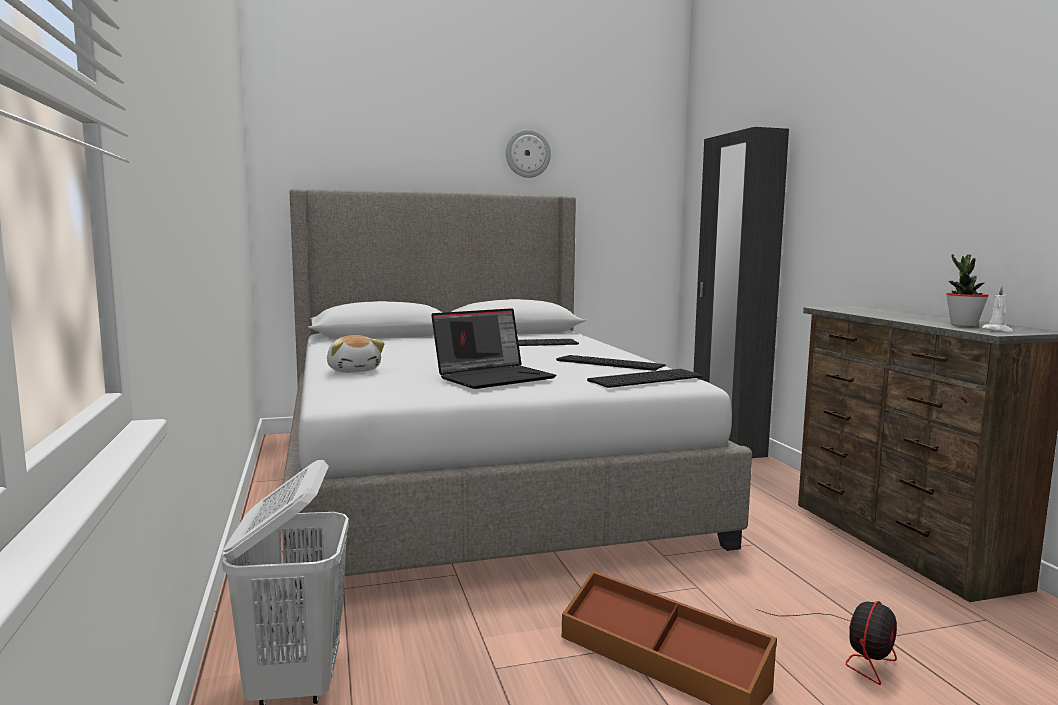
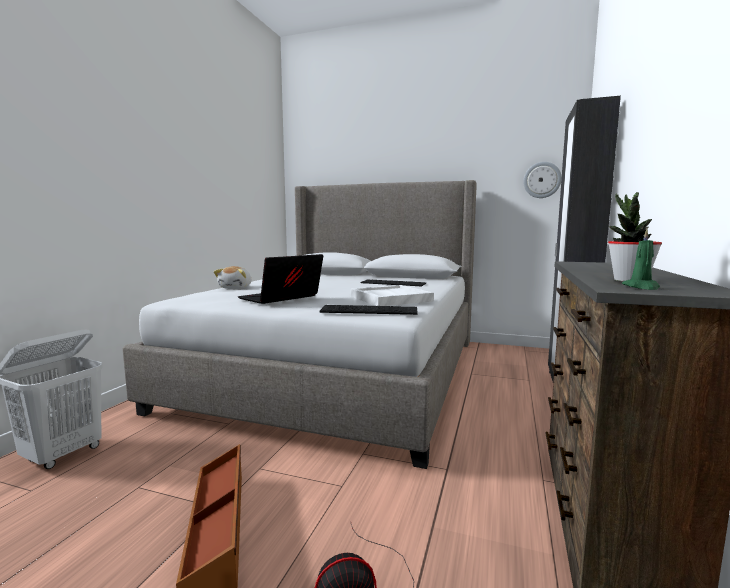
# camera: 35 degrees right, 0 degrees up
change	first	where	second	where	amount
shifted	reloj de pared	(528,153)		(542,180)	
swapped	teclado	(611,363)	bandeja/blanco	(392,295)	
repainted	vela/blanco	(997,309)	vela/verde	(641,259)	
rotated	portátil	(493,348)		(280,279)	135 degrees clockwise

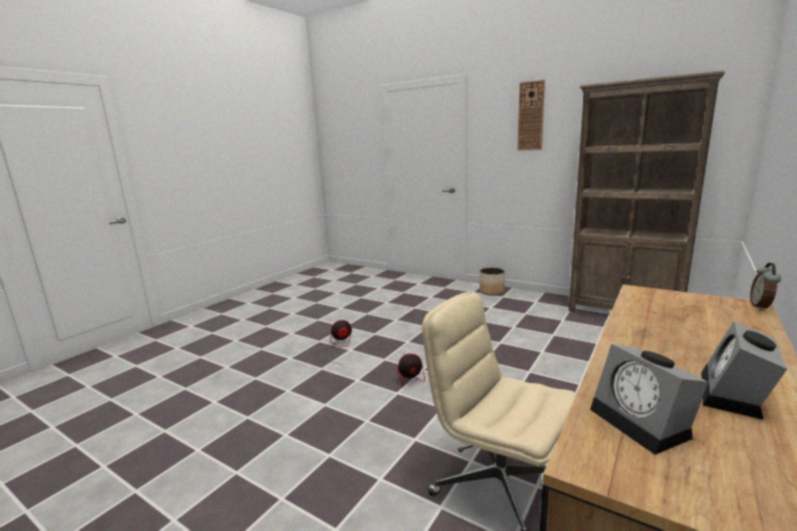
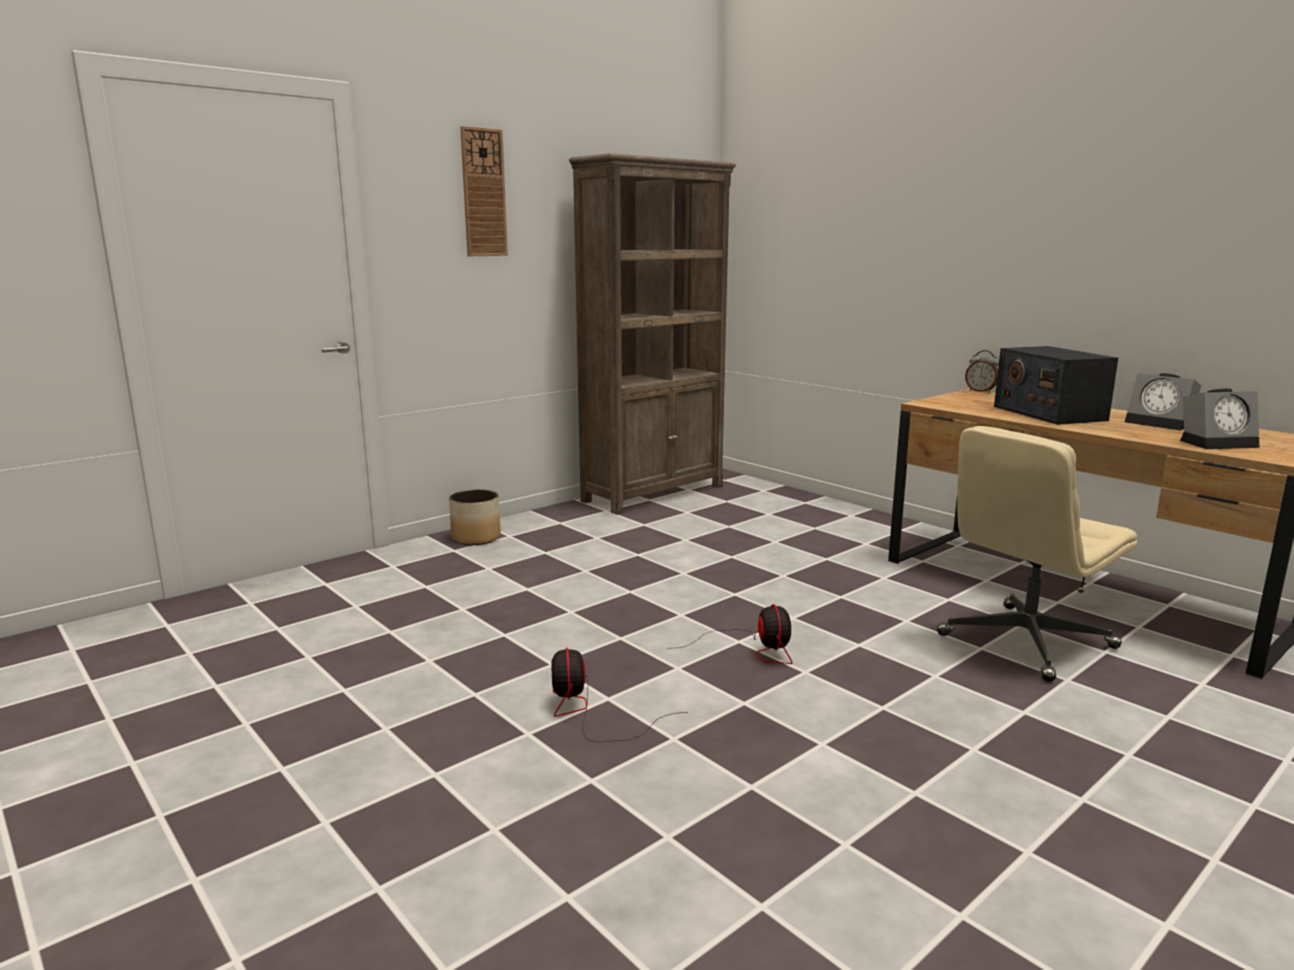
# camera: 75 degrees left, 0 degrees up
change	first	where	second	where	amount
new			radio	(1056,385)	

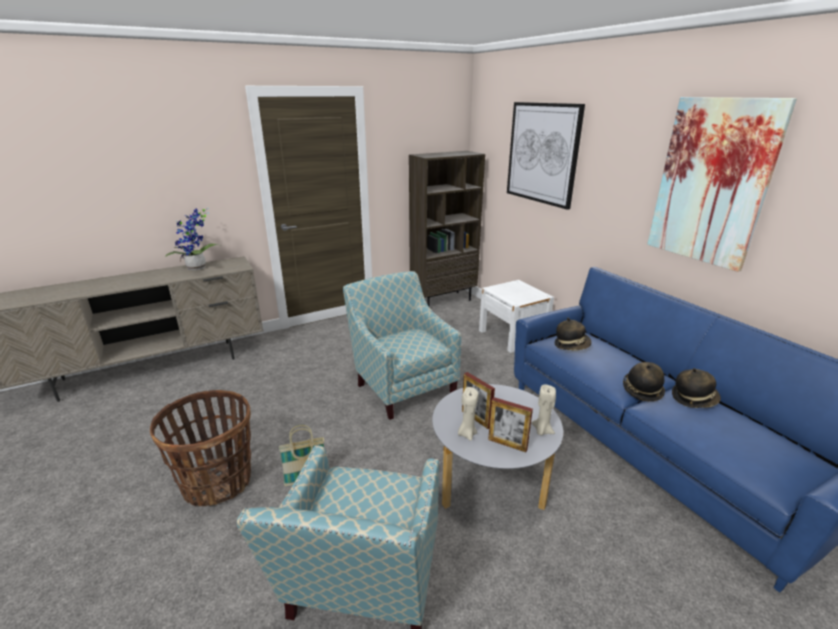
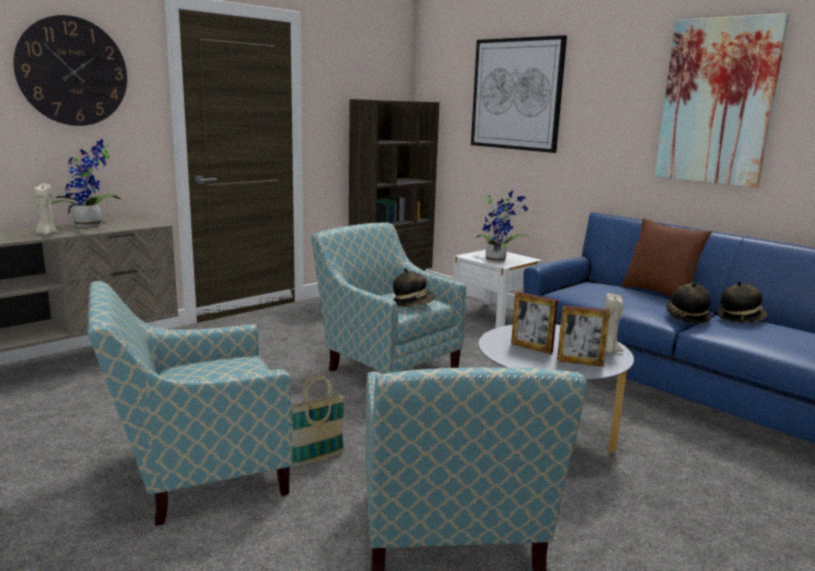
# camera: 15 degrees left, 10 degrees down
change	first	where	second	where	amount
new			reloj de pared	(70,70)	
new			planta en maceta	(502,226)	
new			cojín/marrón	(667,257)	
shifted	vela/beis	(468,414)		(46,209)	
shifted	sombrero	(573,334)		(414,287)	
swapped	cesta	(200,448)	sillón	(190,403)	

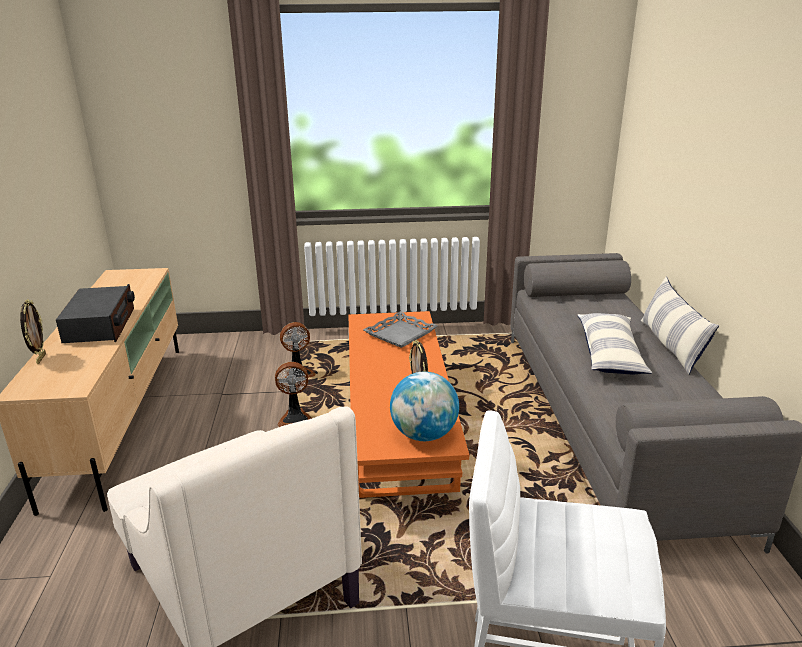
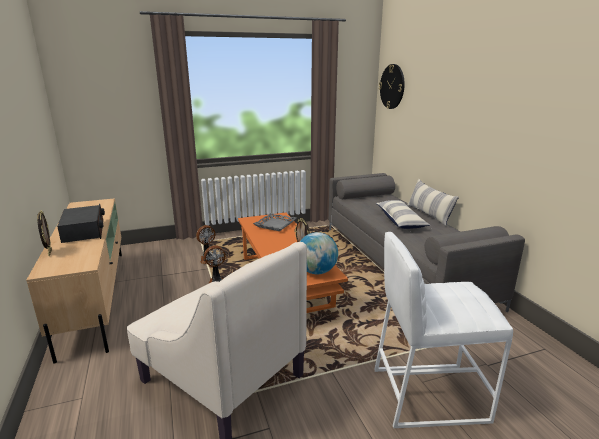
# camera: 15 degrees left, 5 degrees down
change	first	where	second	where	amount
new			reloj de pared	(391,86)	

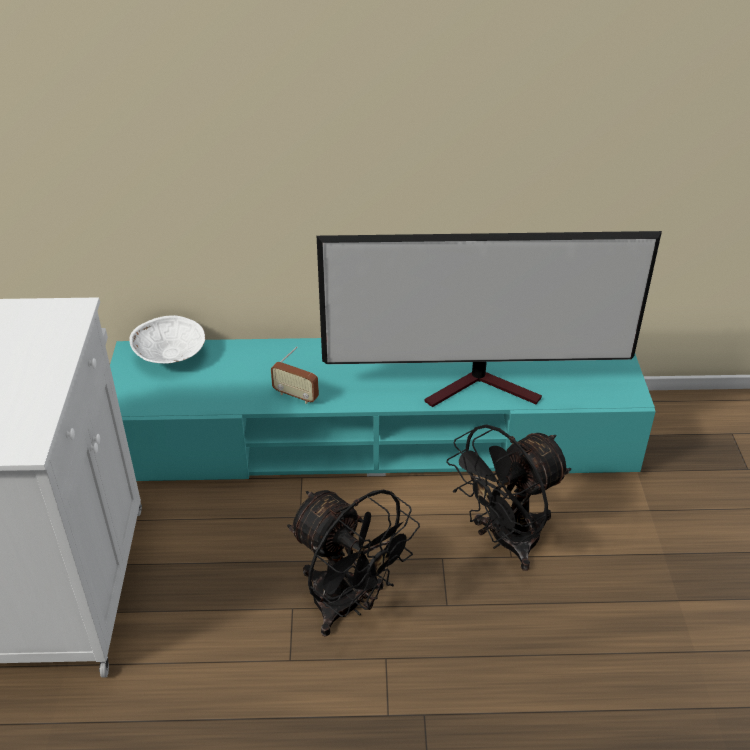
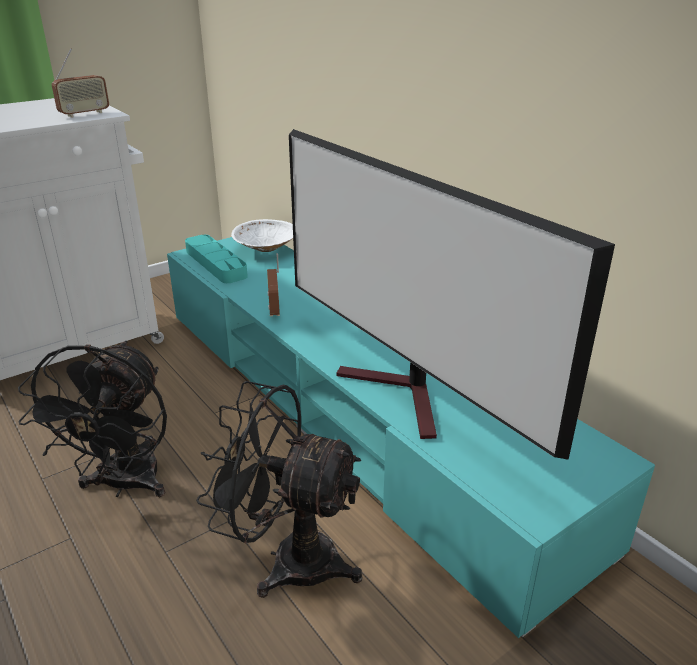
# camera: 55 degrees right, 10 degrees down
change	first	where	second	where	amount
new			radio	(80,83)	
new			bandeja/turquesa	(216,259)	

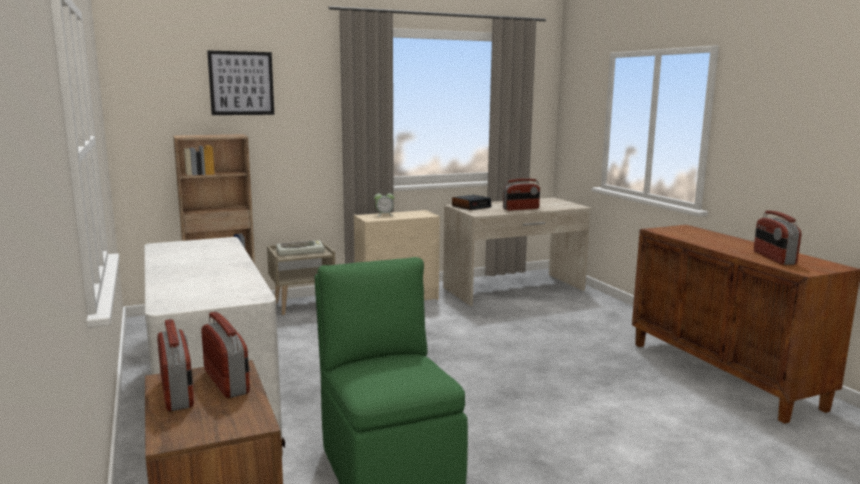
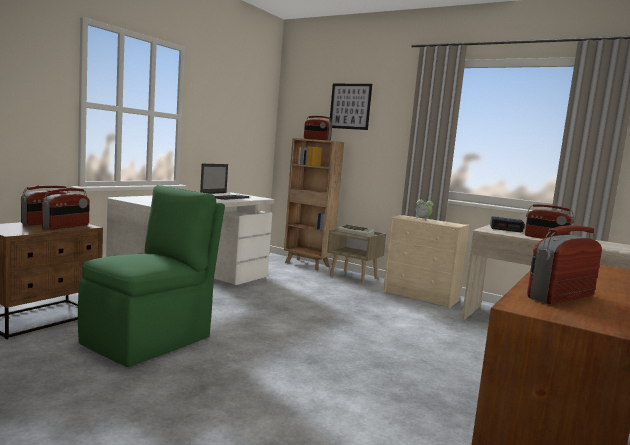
# camera: 55 degrees right, 5 degrees down
change	first	where	second	where	amount
new			portátil	(224,182)	
new			radio	(318,128)	

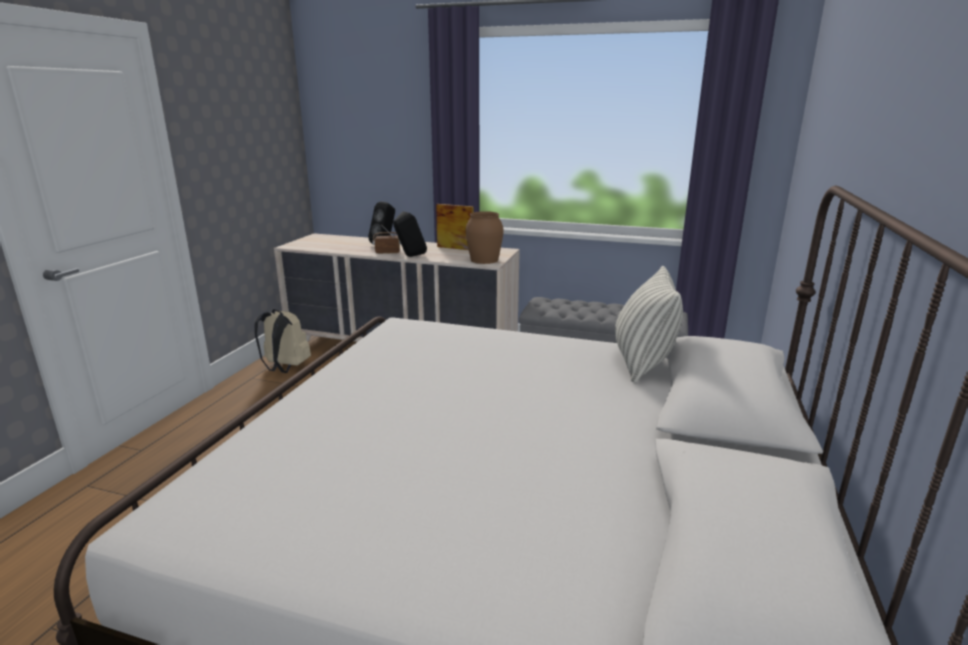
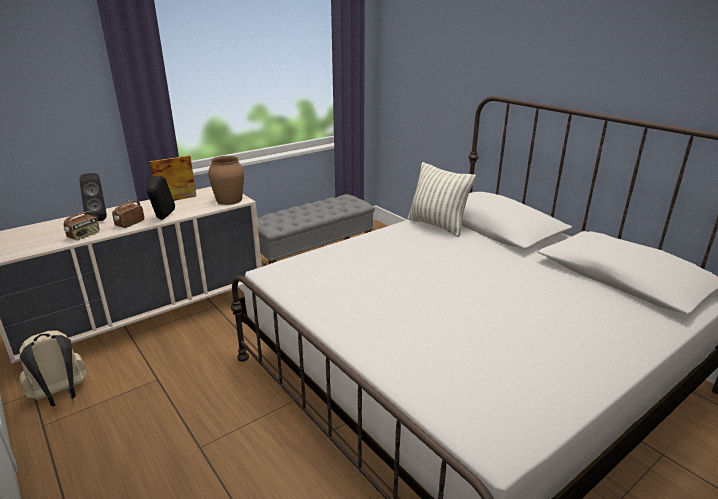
# camera: 55 degrees left, 5 degrees up
change	first	where	second	where	amount
new			radio	(81,221)	

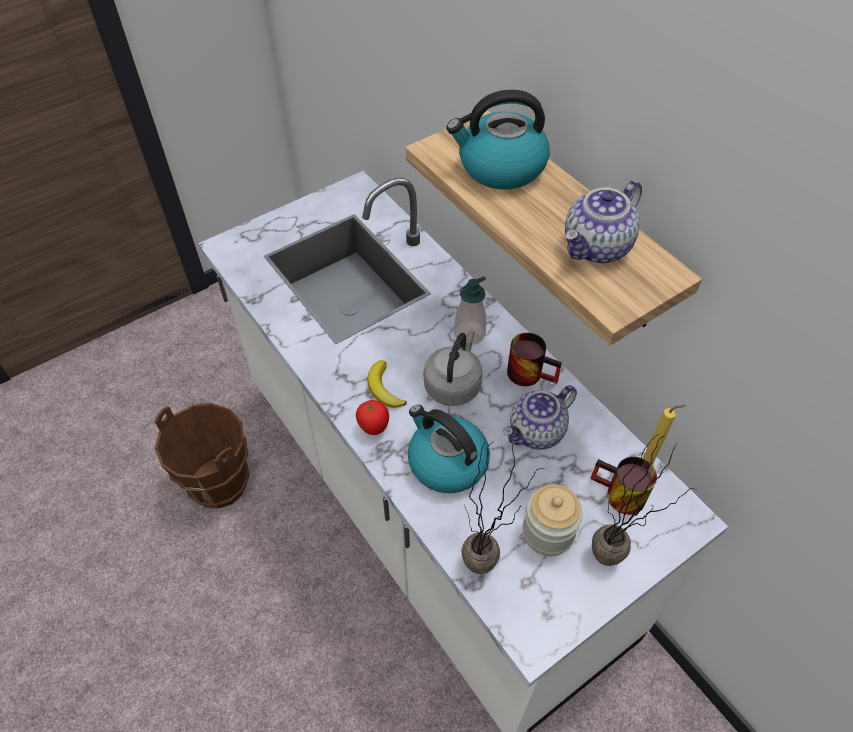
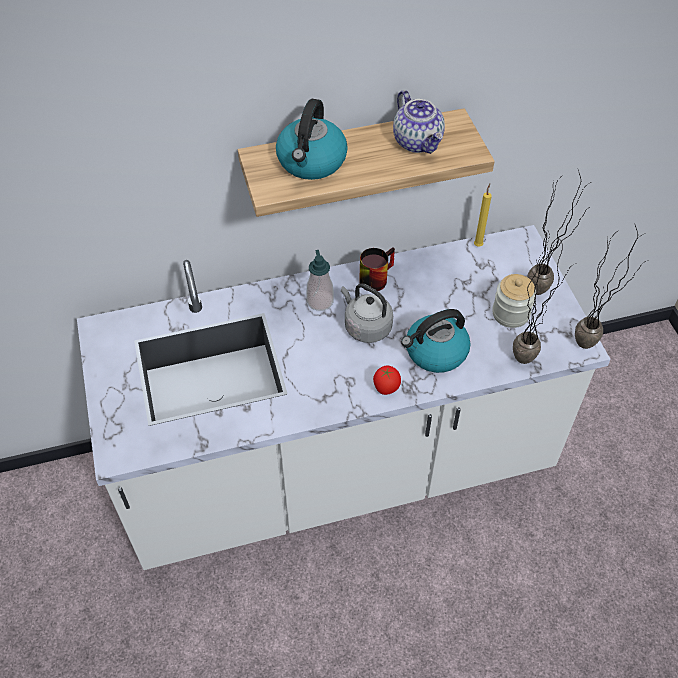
# camera: 70 degrees left, 0 degrees up
change	first	where	second	where	amount
gone	cubo/marrón	(202,456)			
gone	plátano	(387,384)			
gone	tetera	(540,417)			
gone	taza grande	(623,486)			
new			planta en maceta	(610,287)	

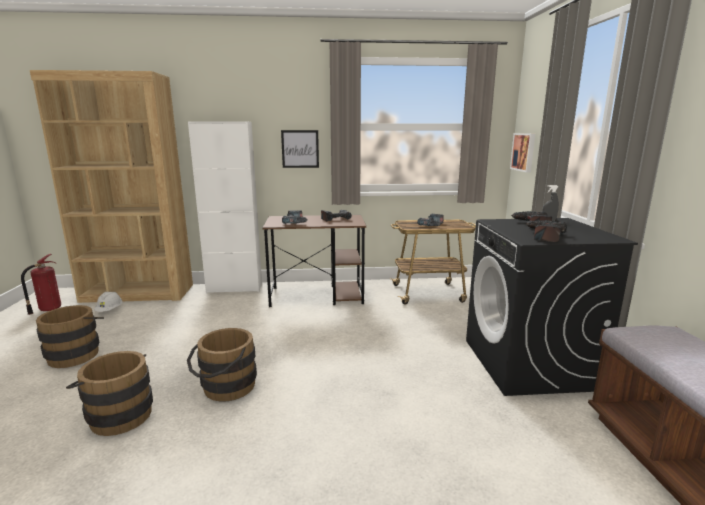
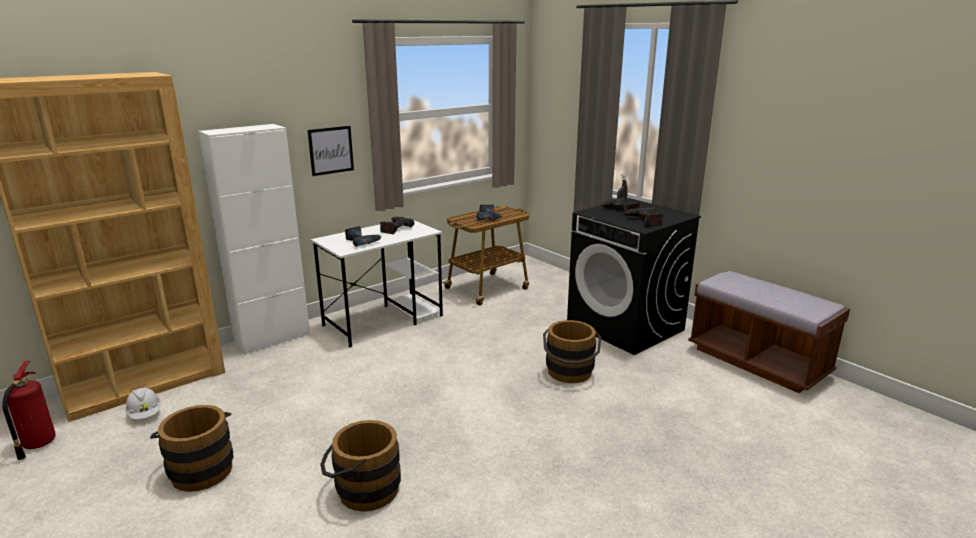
# camera: 35 degrees left, 5 degrees up
change	first	where	second	where	amount
gone	cuadro	(522,152)			
shifted	cubo/marrón	(222,365)		(572,351)	
repainted	escritorio/marrón	(314,261)	escritorio/blanco	(377,282)	

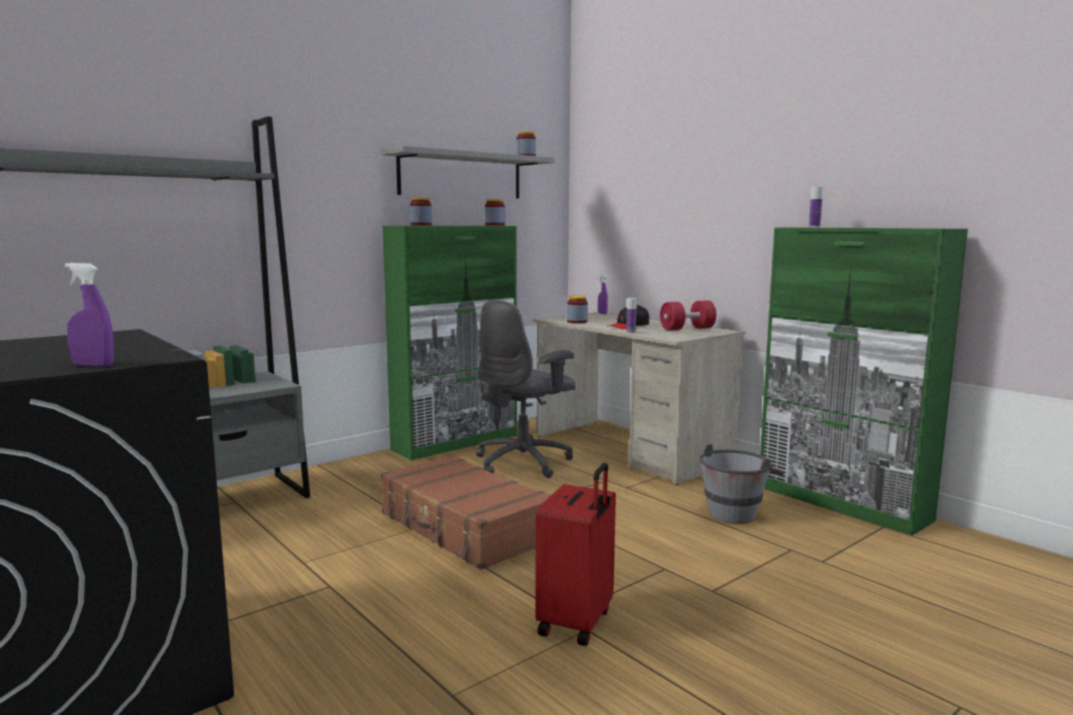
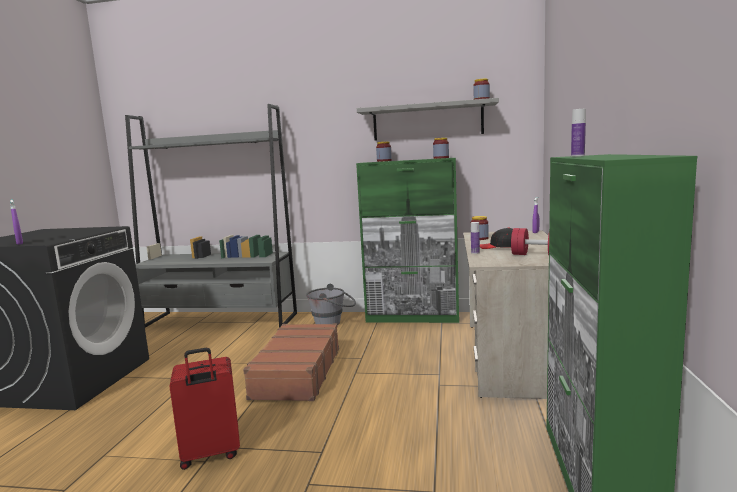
# camera: 50 degrees right, 0 degrees up
change	first	where	second	where	amount
gone	silla de oficina/gris	(525,389)			
shifted	cubo/gris	(741,484)		(331,304)	

